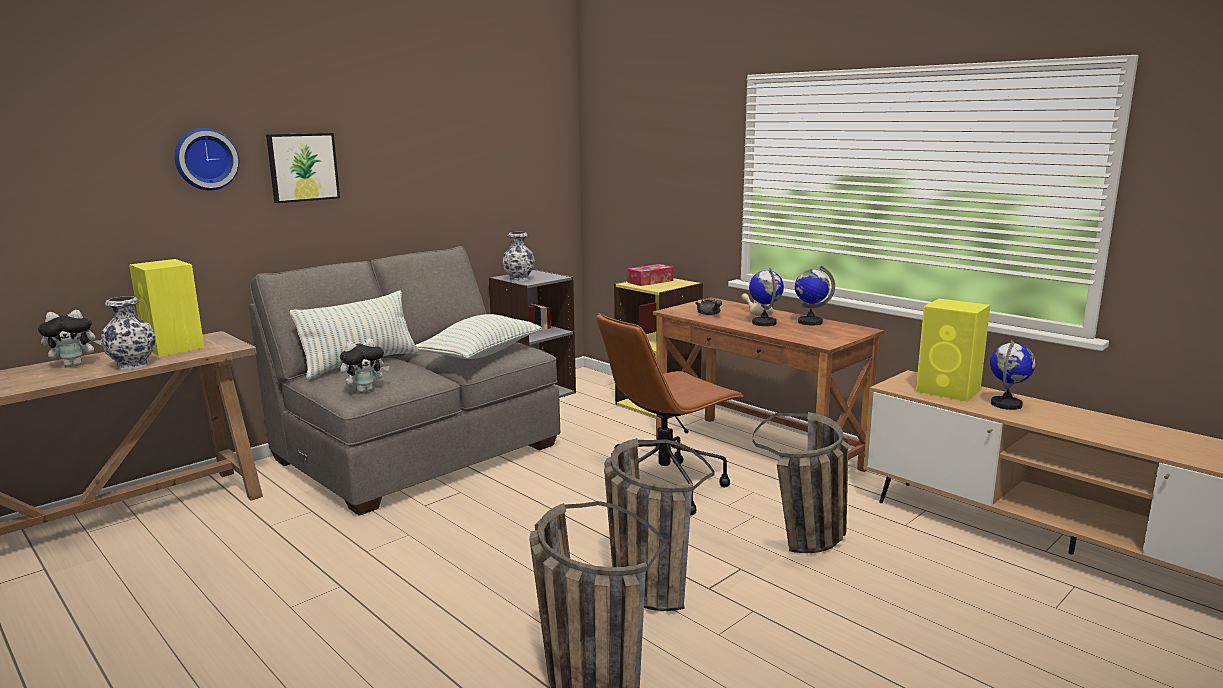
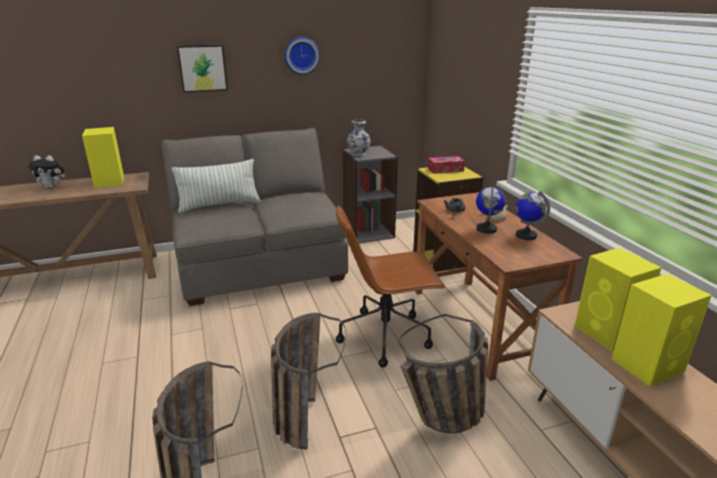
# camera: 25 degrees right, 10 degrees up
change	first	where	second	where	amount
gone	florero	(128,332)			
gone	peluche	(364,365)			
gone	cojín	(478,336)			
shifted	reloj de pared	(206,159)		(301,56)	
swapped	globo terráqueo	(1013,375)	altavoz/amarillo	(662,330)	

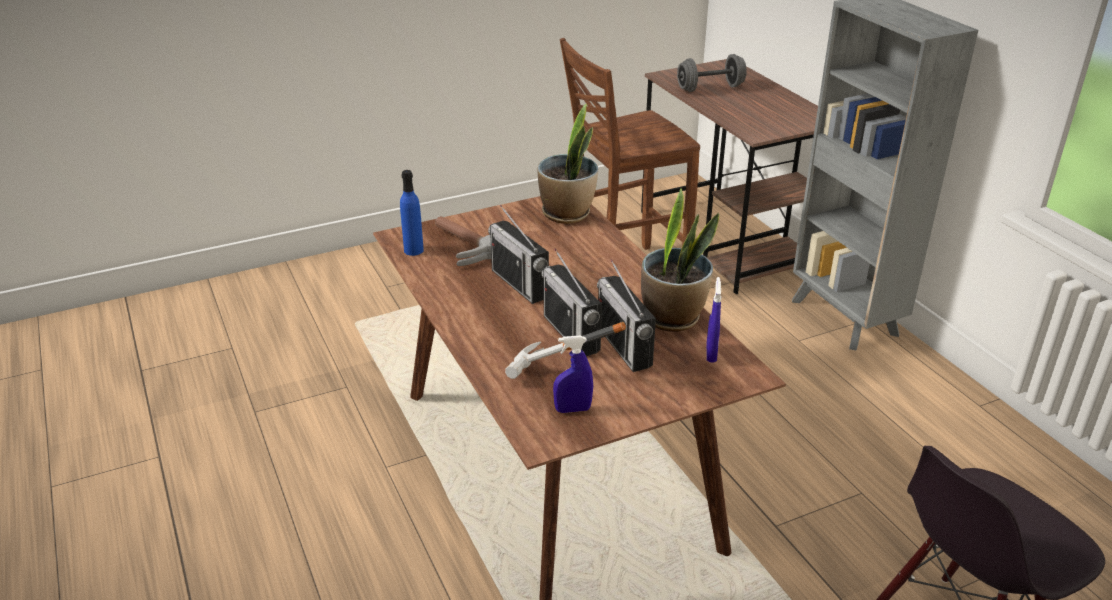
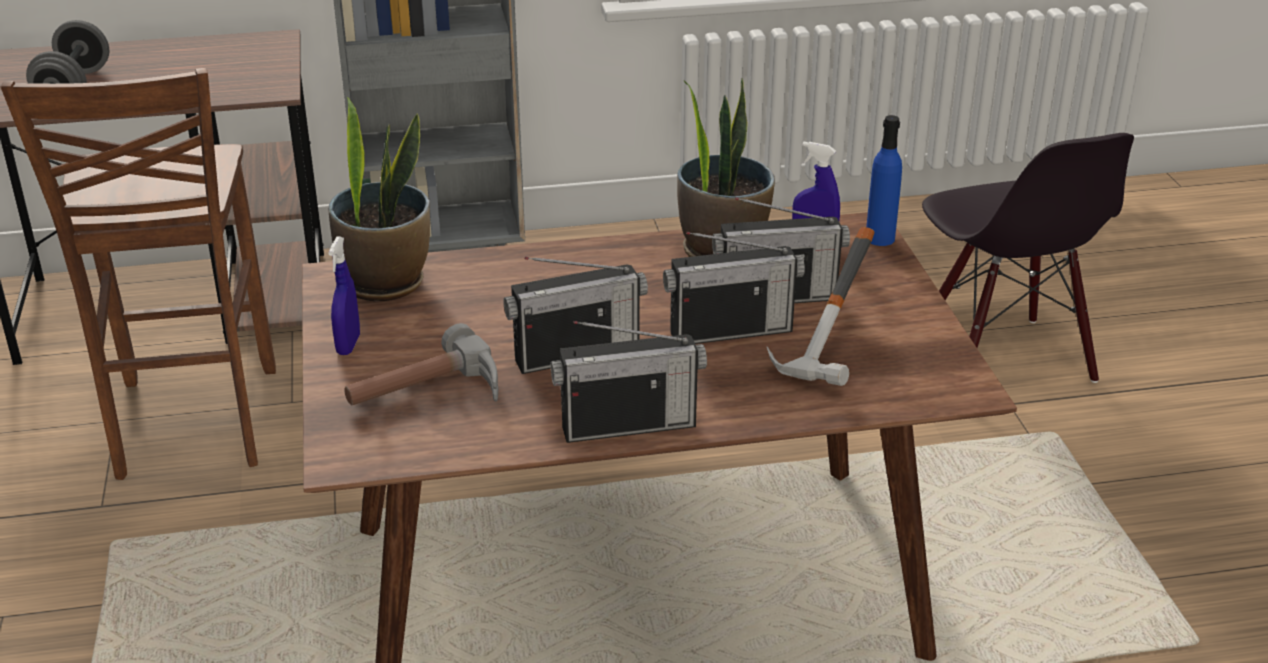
# camera: 75 degrees left, 0 degrees up
change	first	where	second	where	amount
new			radio	(629,382)	
shifted	botella/azul	(412,213)		(884,180)	
shifted	pulverizador/azul	(573,374)		(344,295)	

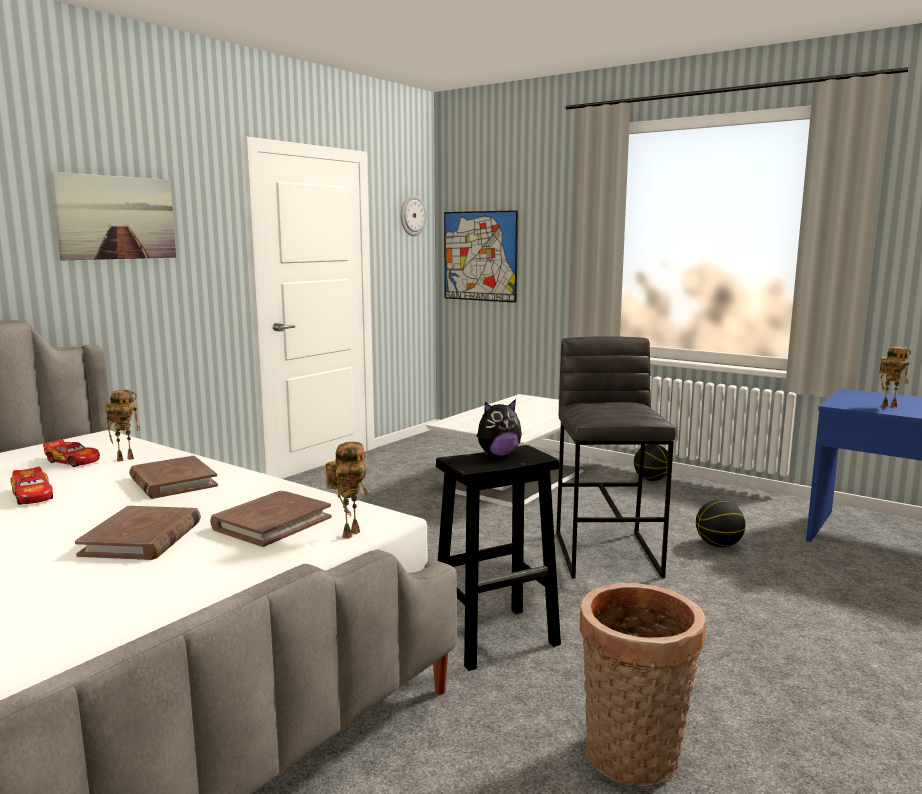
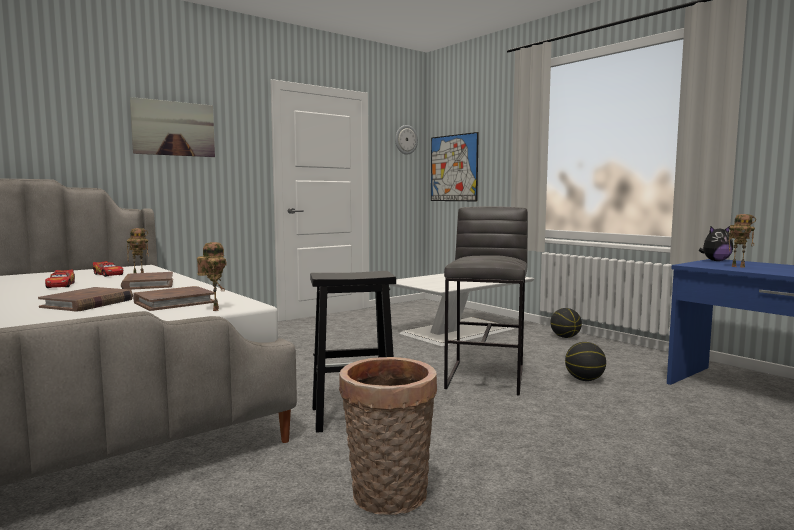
# camera: 15 degrees right, 5 degrees down
change	first	where	second	where	amount
shifted	peluche	(499,428)		(716,243)	
rotated	robot de juguete	(346,490)		(212,276)	60 degrees counterclockwise

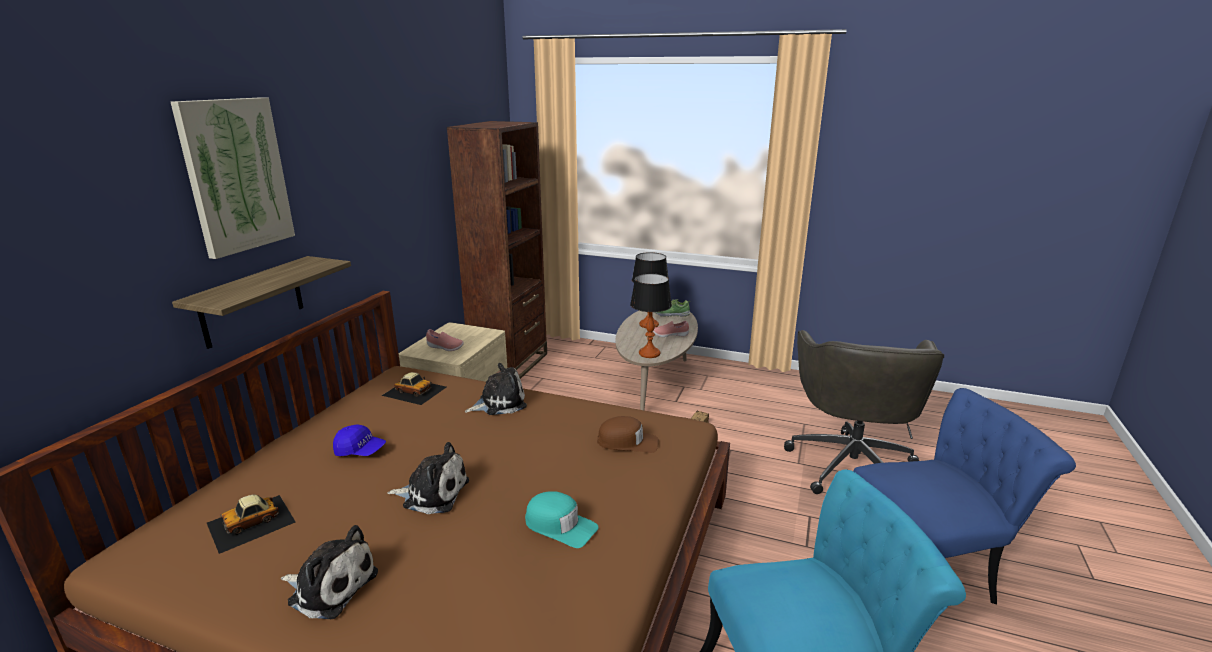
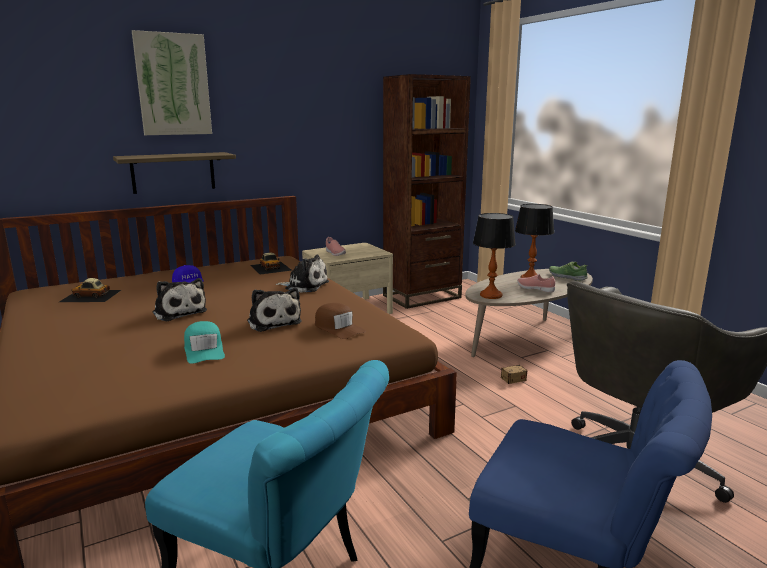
# camera: 40 degrees right, 5 degrees down
change	first	where	second	where	amount
shifted	peluche	(329,572)		(274,310)	

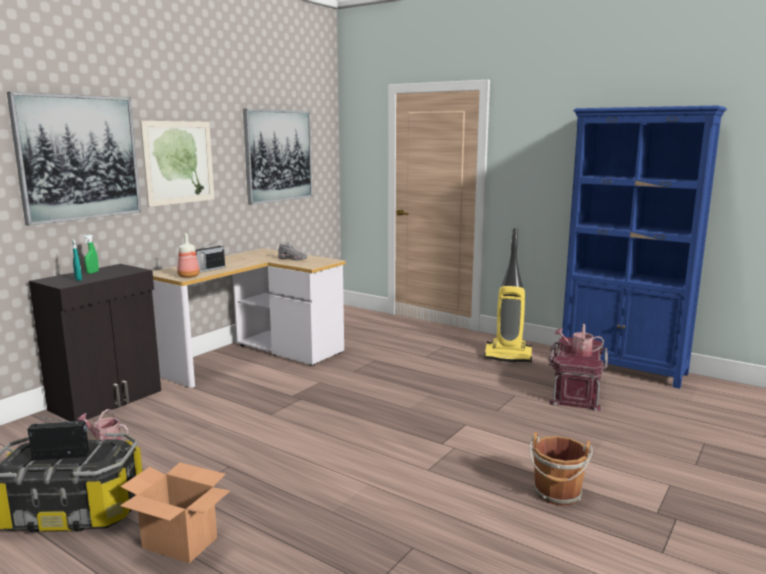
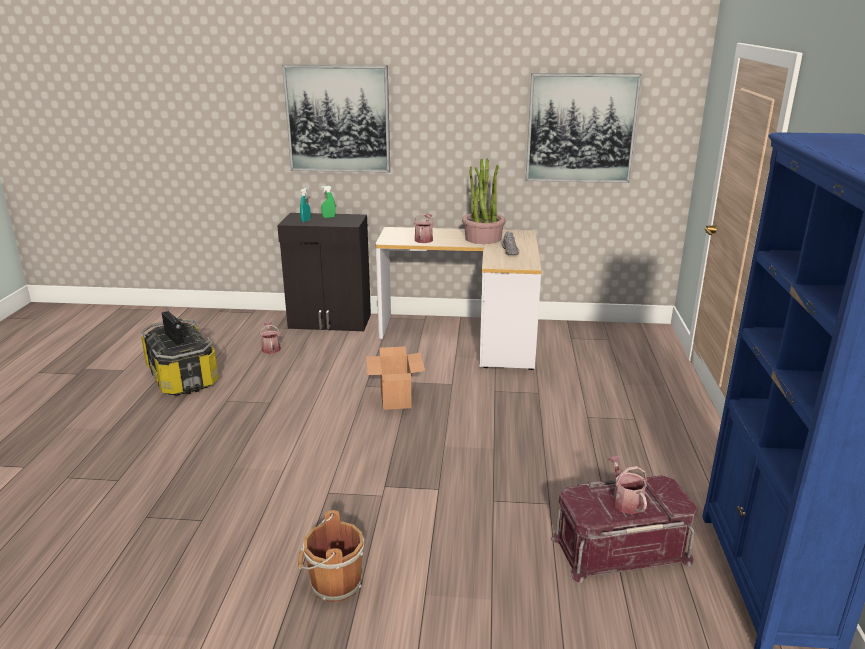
# camera: 60 degrees right, 10 degrees up
change	first	where	second	where	amount
gone	cuadro	(177,164)			
gone	botella	(188,255)			
gone	aspiradora	(508,295)			
new			planta en maceta	(484,201)	
shifted	caja de cartón	(175,512)		(395,378)	
swapped	radio	(210,256)	regadera	(424,228)	

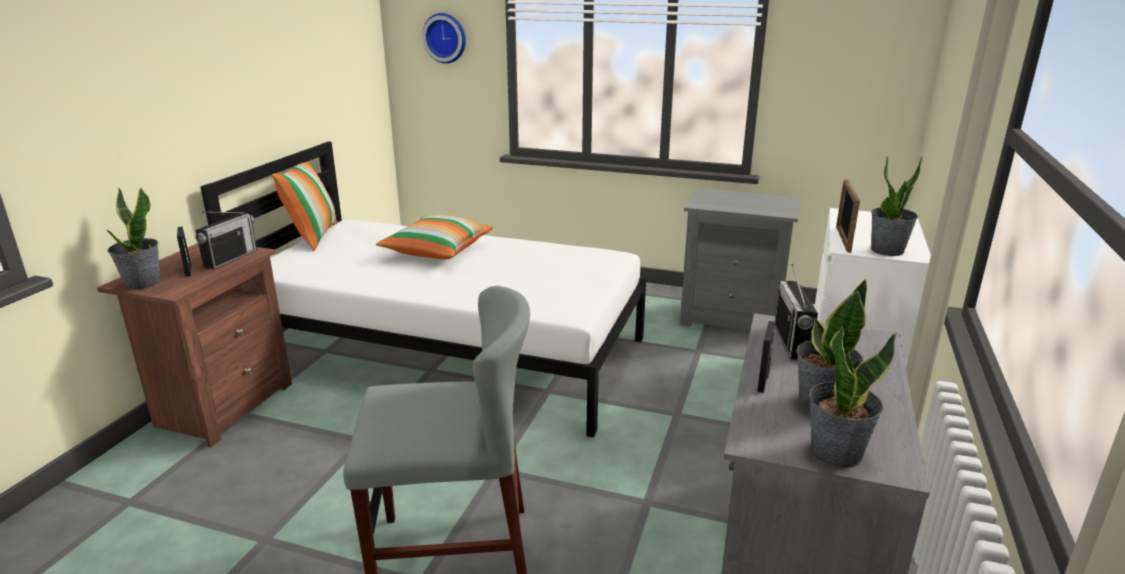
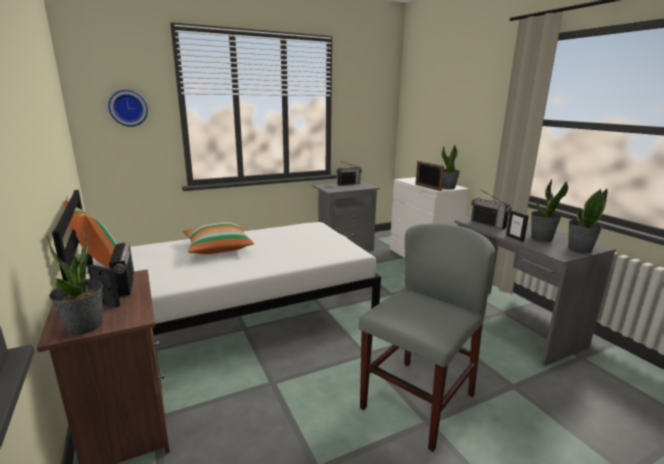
# camera: 45 degrees left, 5 degrees down
change	first	where	second	where	amount
new			radio	(349,174)	

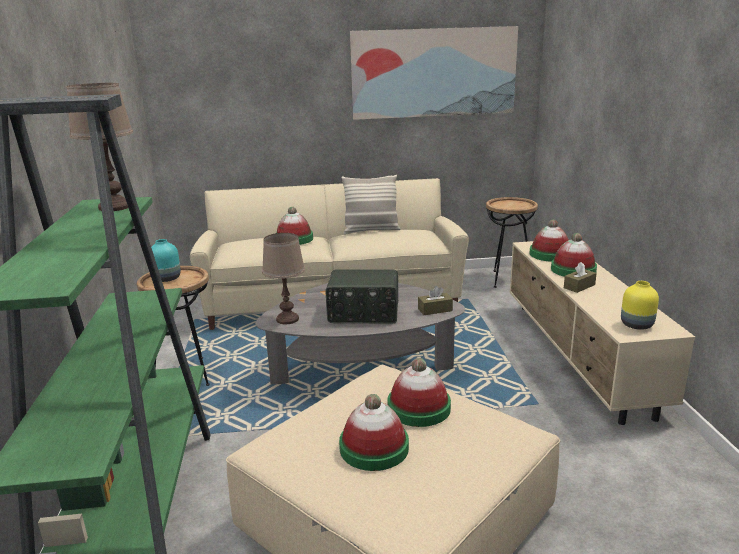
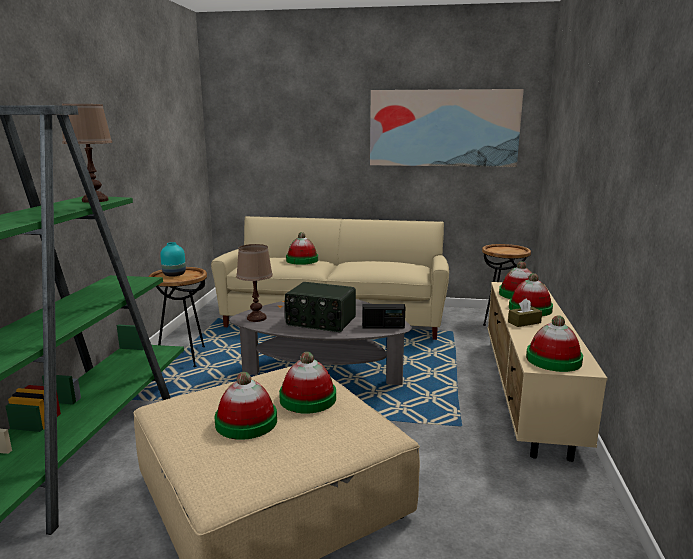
# camera: 15 degrees right, 5 degrees down
change	first	where	second	where	amount
gone	cojín	(371,204)			
swapped	caja de pañuelos/marrón	(435,300)	radio	(383,316)	
swapped	florero/amarillo	(640,305)	sombrero	(554,343)	

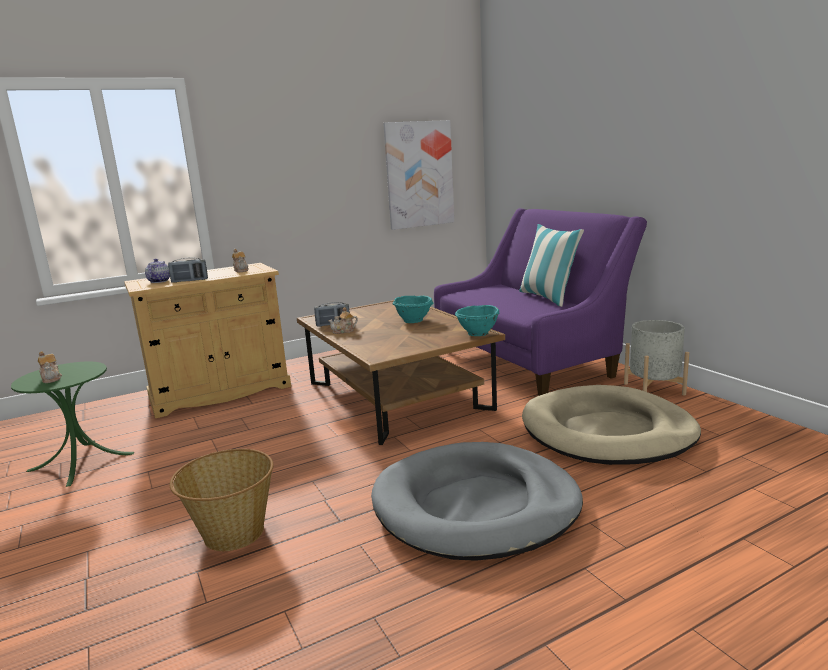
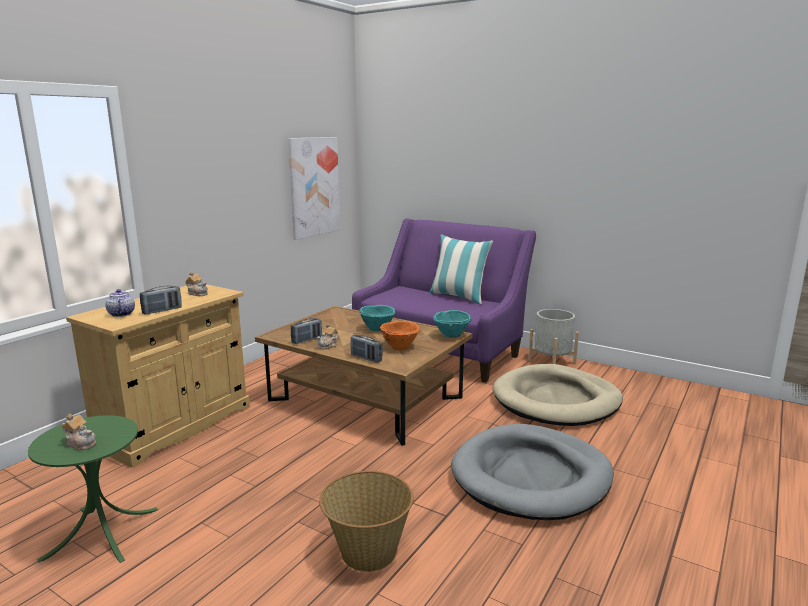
# camera: 30 degrees left, 0 degrees up
change	first	where	second	where	amount
new			radio	(366,349)	
new			cuenco/naranja	(400,335)	

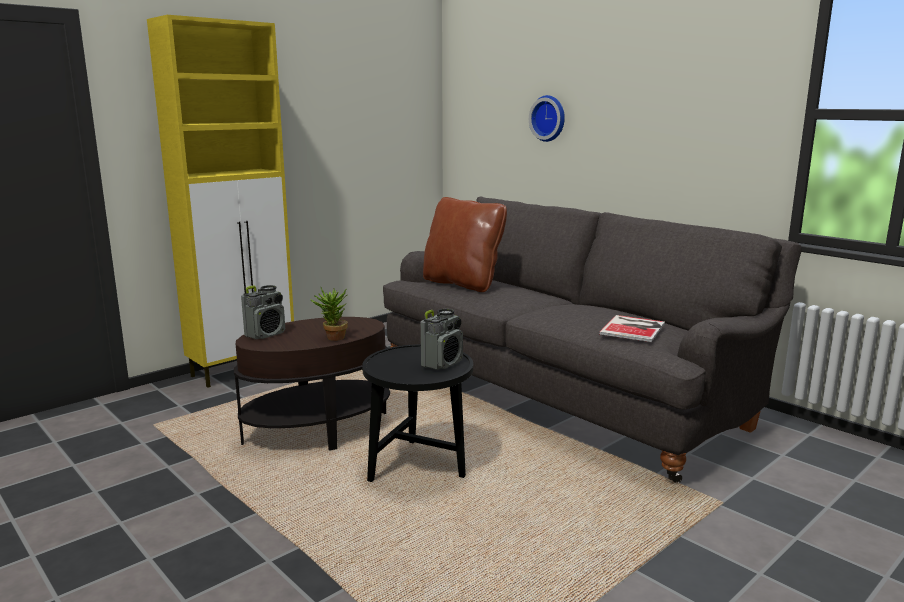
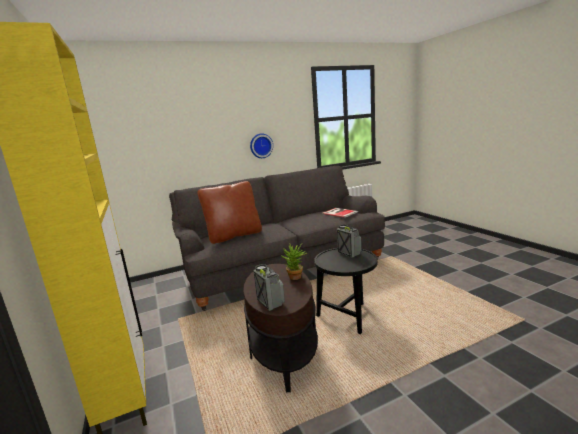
# camera: 70 degrees left, 0 degrees up
change	first	where	second	where	amount
shifted	reloj de pared	(547,118)		(261,145)	

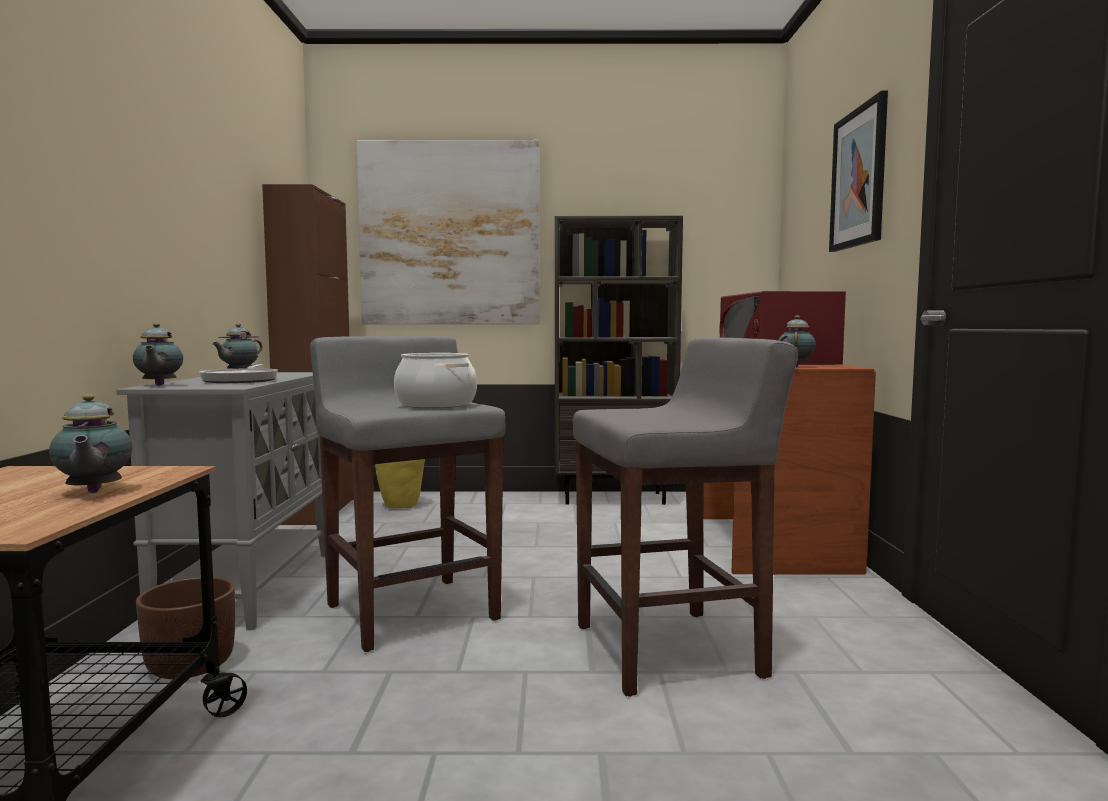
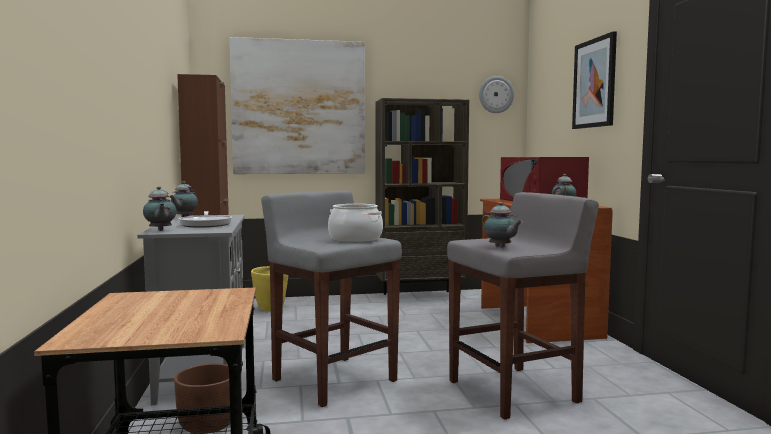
# camera: 10 degrees left, 0 degrees up
change	first	where	second	where	amount
new			reloj de pared	(496,94)	
shifted	tetera	(90,443)		(502,224)	

